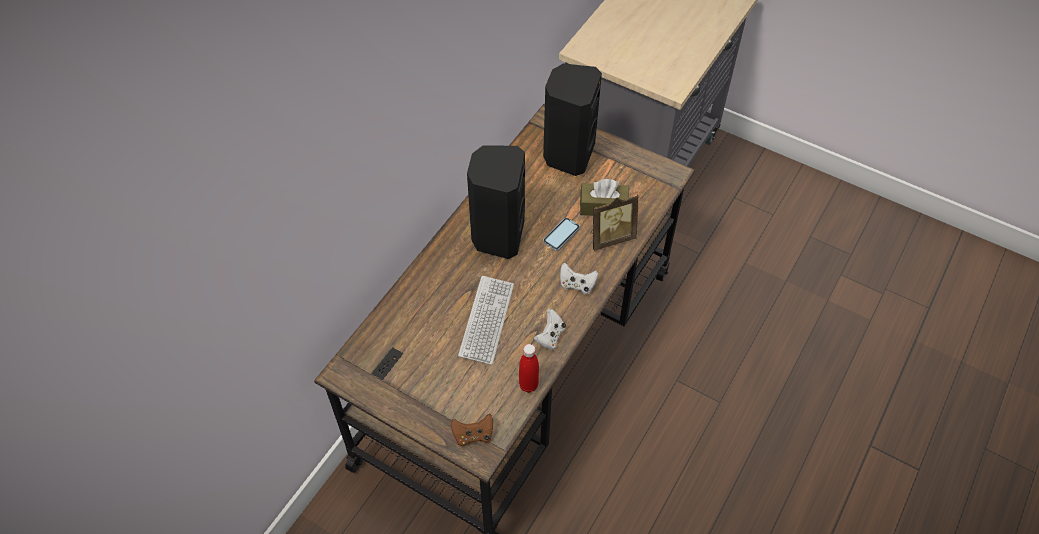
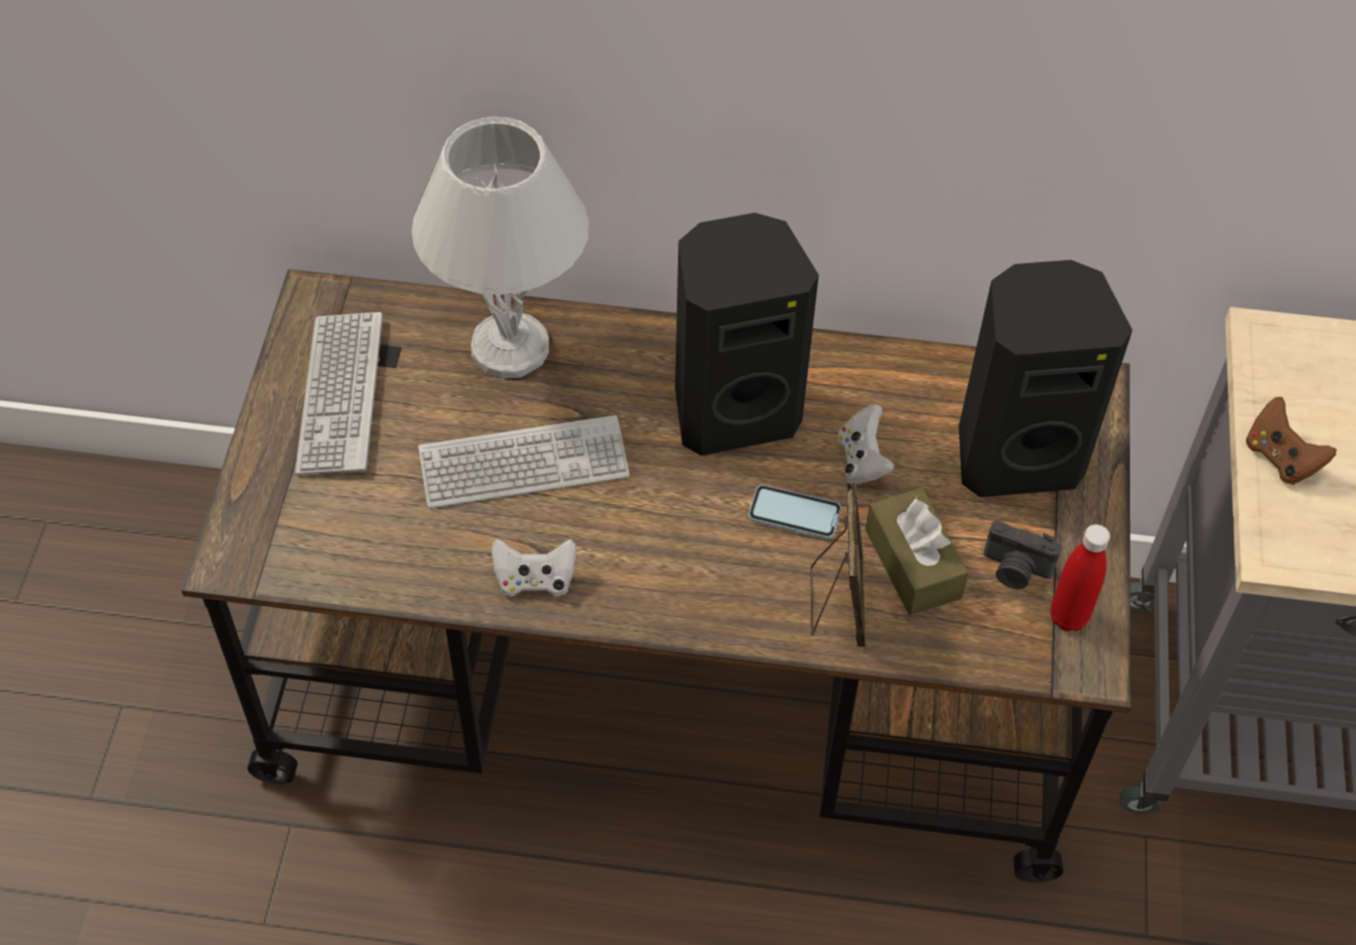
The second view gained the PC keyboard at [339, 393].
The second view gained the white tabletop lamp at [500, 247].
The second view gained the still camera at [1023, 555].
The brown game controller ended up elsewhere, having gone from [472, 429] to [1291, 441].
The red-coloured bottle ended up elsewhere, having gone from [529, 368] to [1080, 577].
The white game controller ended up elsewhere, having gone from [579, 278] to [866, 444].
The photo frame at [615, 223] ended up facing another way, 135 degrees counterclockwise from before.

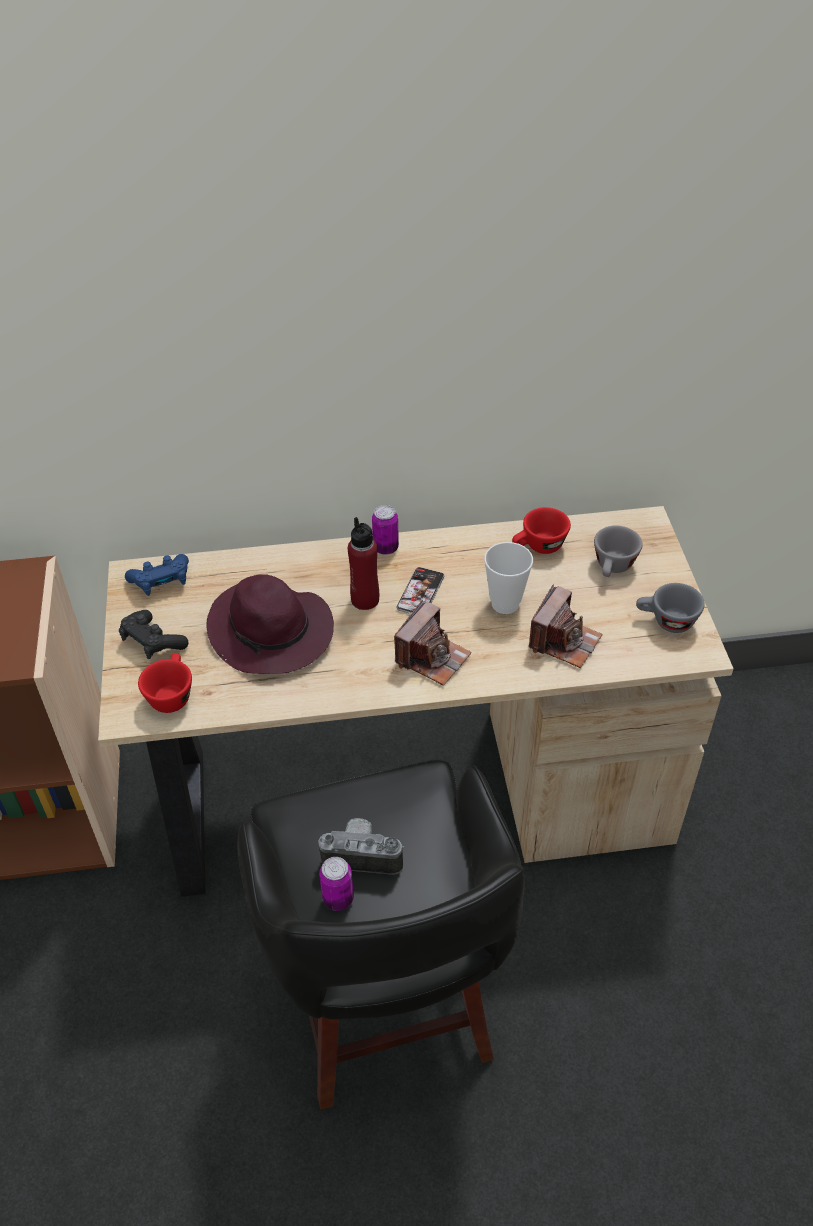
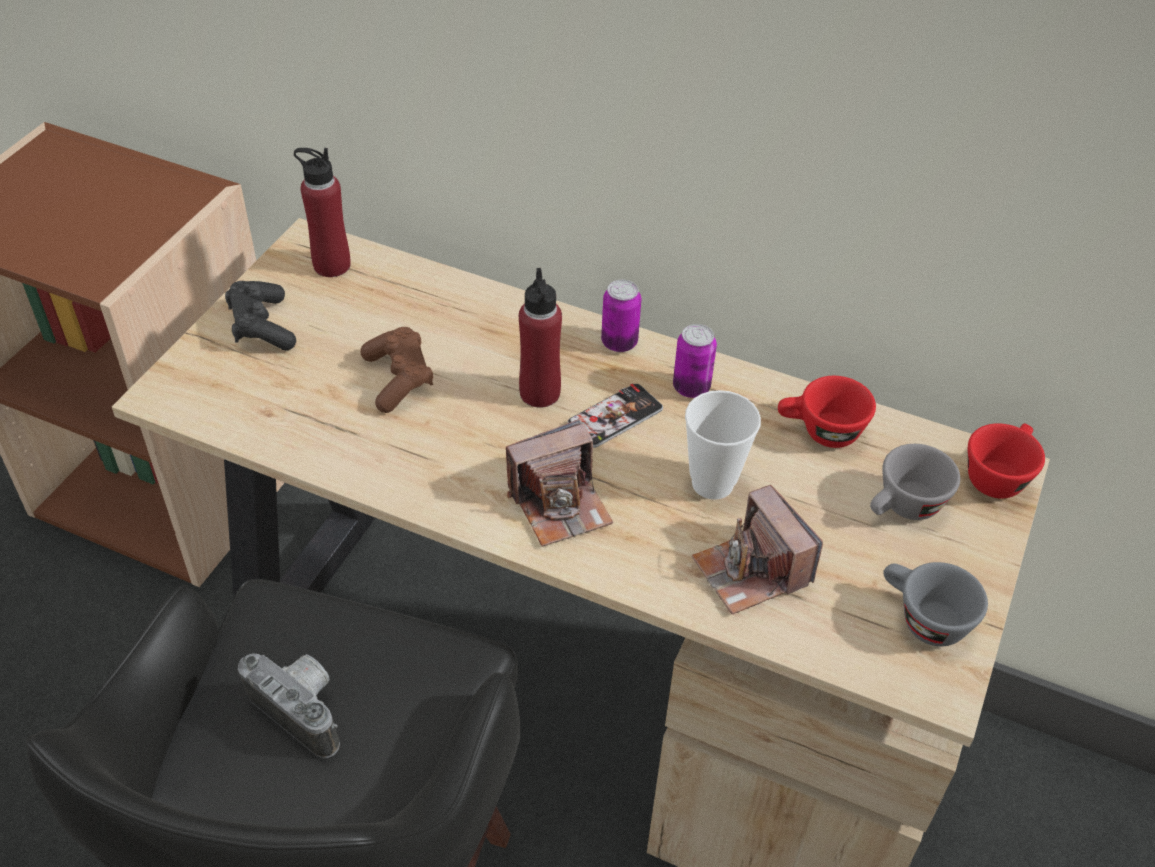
The red-coloured cup ended up elsewhere, having gone from [165, 683] to [1006, 461].
The metal can ended up elsewhere, having gone from [336, 884] to [695, 361].
Where the blue-coloured game controller stood at [157, 575], the red-coloured bottle came to stand at [322, 212].
Where the purple clothing hat stood at [270, 624], the brown game controller came to stand at [396, 370].
The still camera at [566, 626] ended up facing another way, 90 degrees clockwise from before.

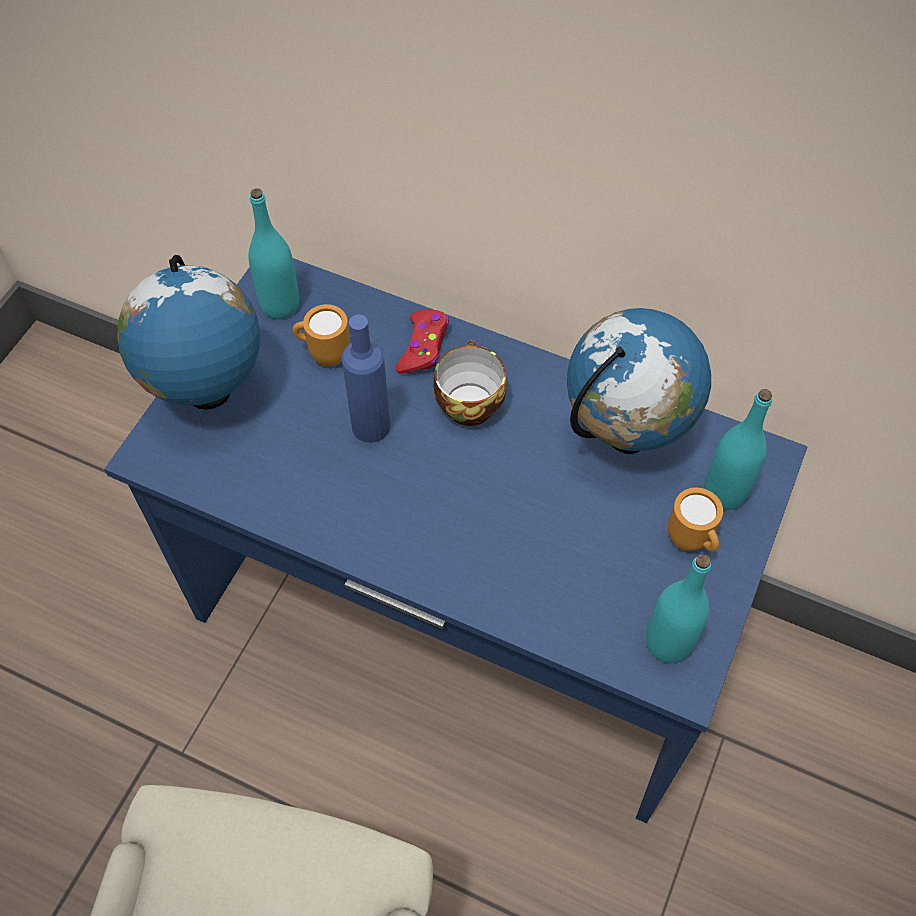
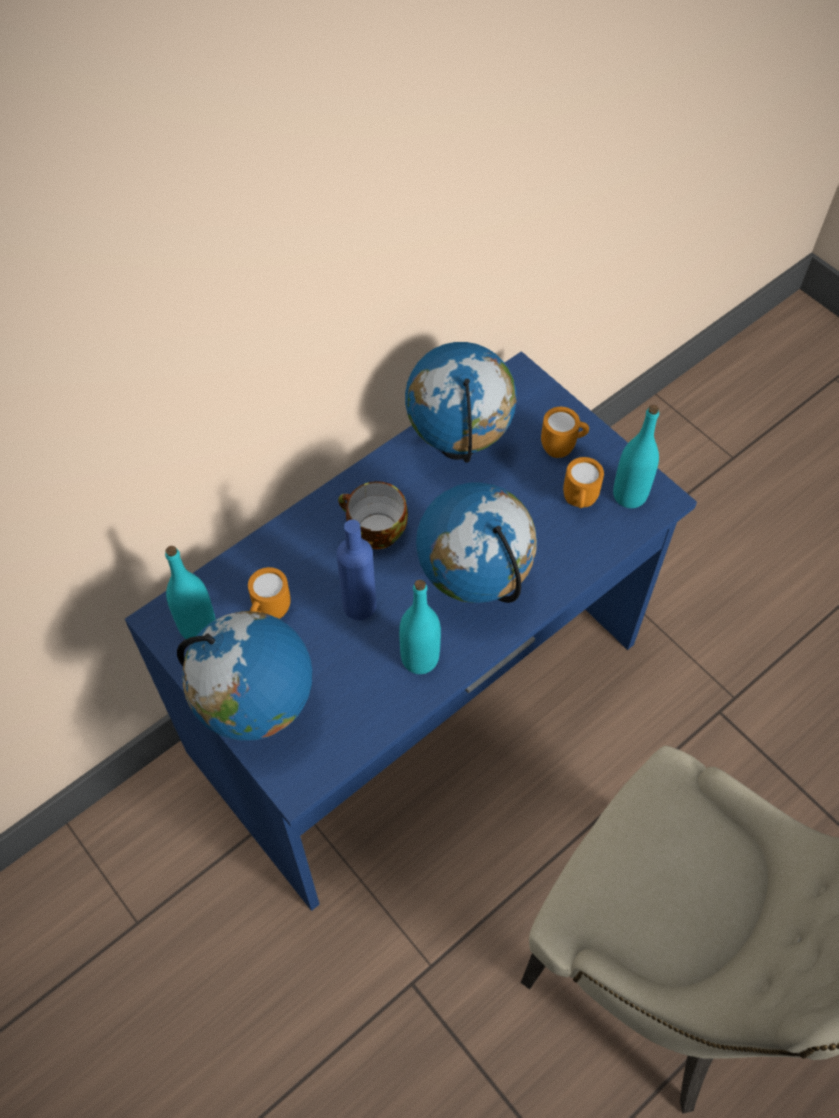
The second view lost the red-coloured game controller at [422, 342].
The second view gained the desk globe at [476, 542].
The second view gained the orangey mug at [583, 482].
The blue-green bottle ended up elsewhere, having gone from [738, 449] to [420, 627].

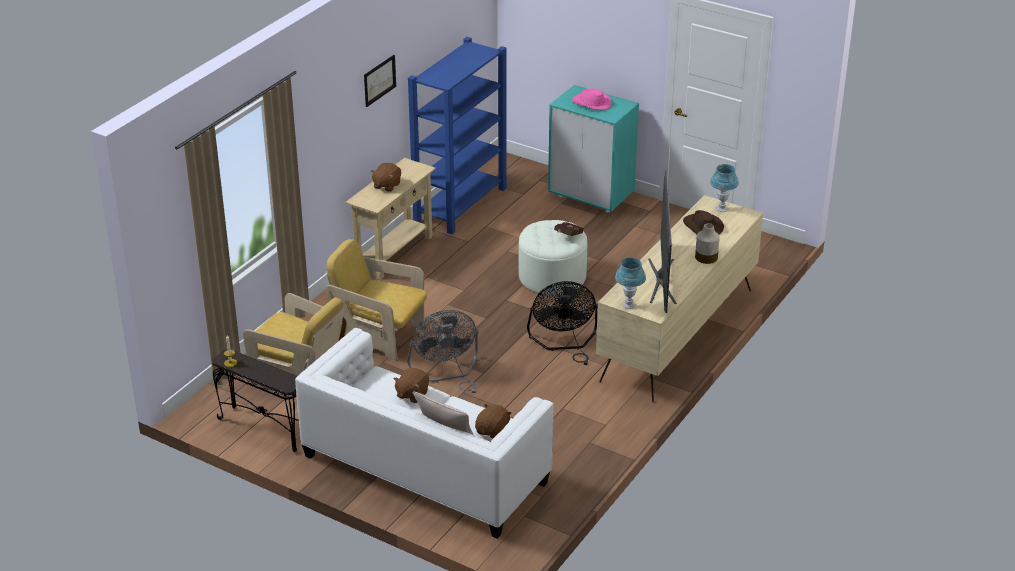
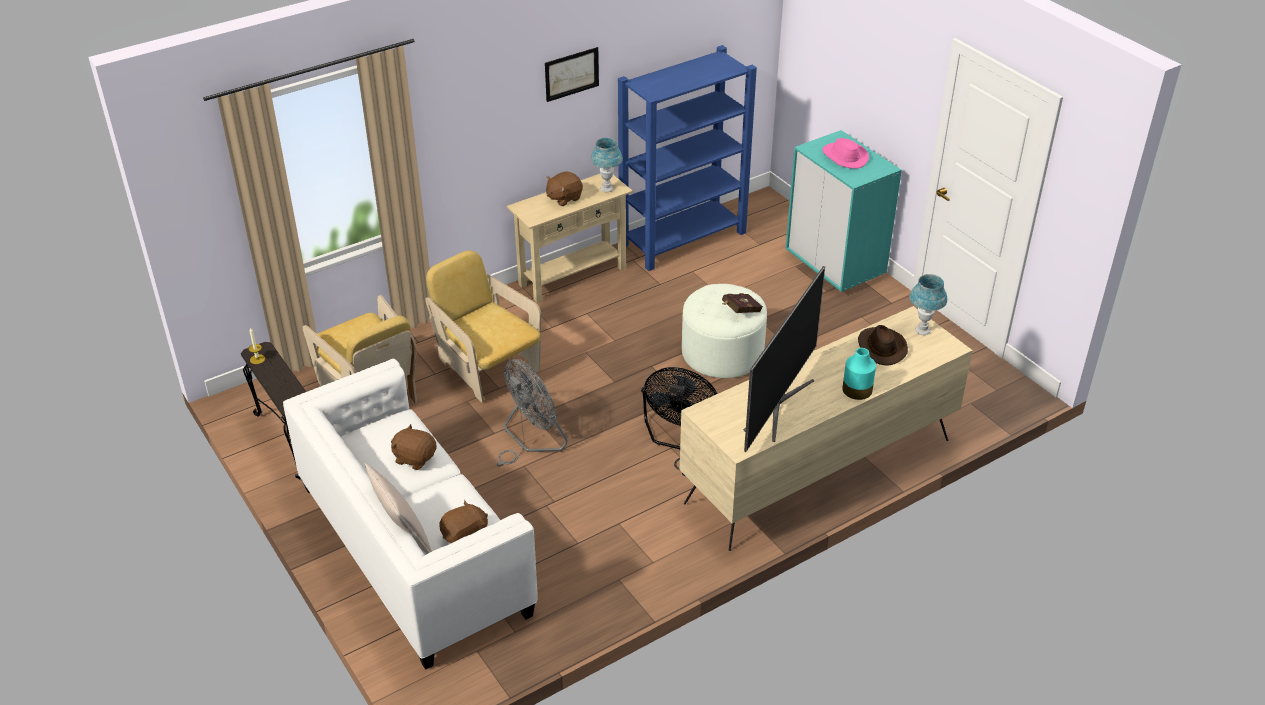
The blue-coloured tabletop lamp ended up elsewhere, having gone from [630, 283] to [607, 165].
What was the beige-coloured flower vase at [707, 243] turned into the blue-green flower vase at [859, 374].
The brown soft toy at [411, 385] ended up facing another way, 60 degrees clockwise from before.
The grey electric fan at [443, 351] ended up facing another way, 45 degrees clockwise from before.

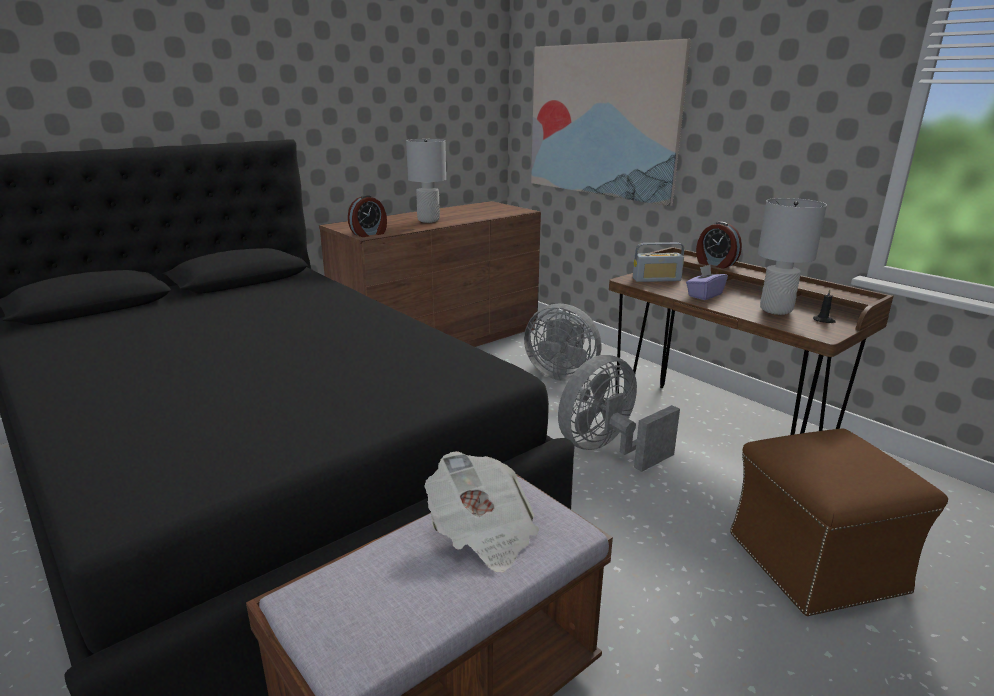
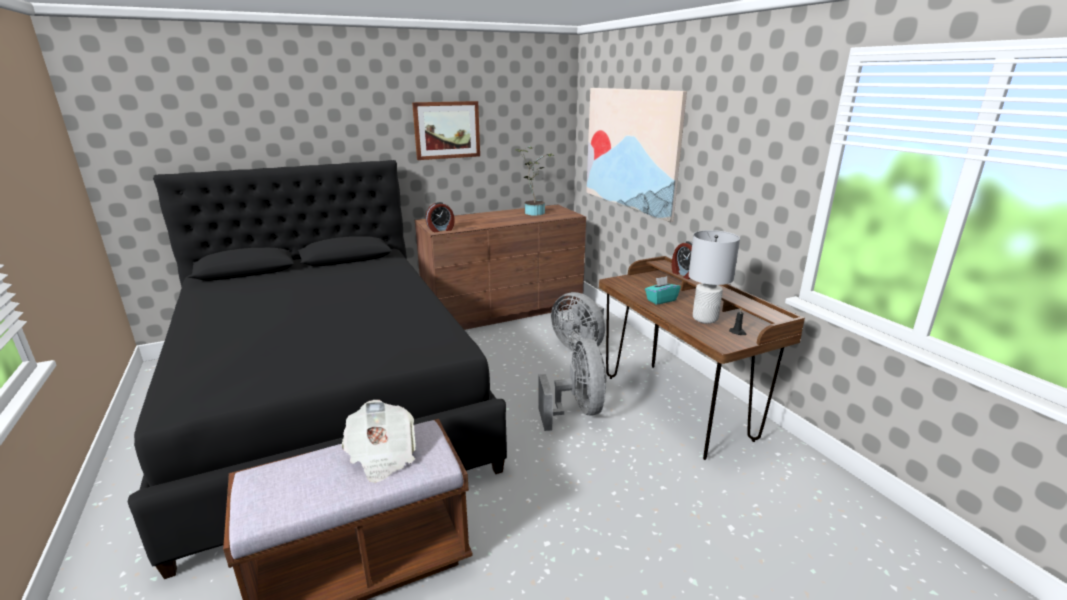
The second view lost the grey tabletop lamp at [426, 181].
The second view lost the radio receiver at [658, 262].
The second view lost the brown footrest at [839, 522].
The second view gained the wall art at [446, 130].
The second view gained the plant in a pot at [534, 180].
What was the purple tissue box at [707, 282] turned into the blue-green tissue box at [663, 290].
The grey electric fan at [619, 413] ended up facing another way, 105 degrees clockwise from before.

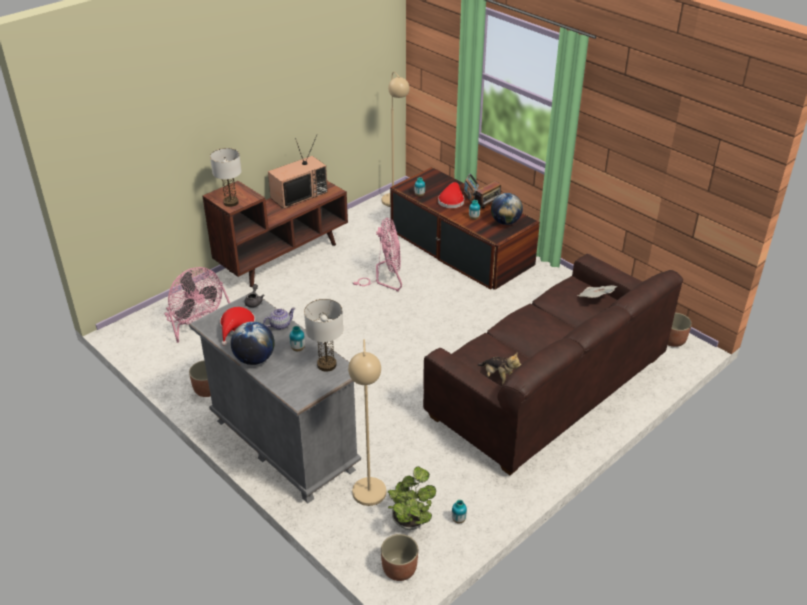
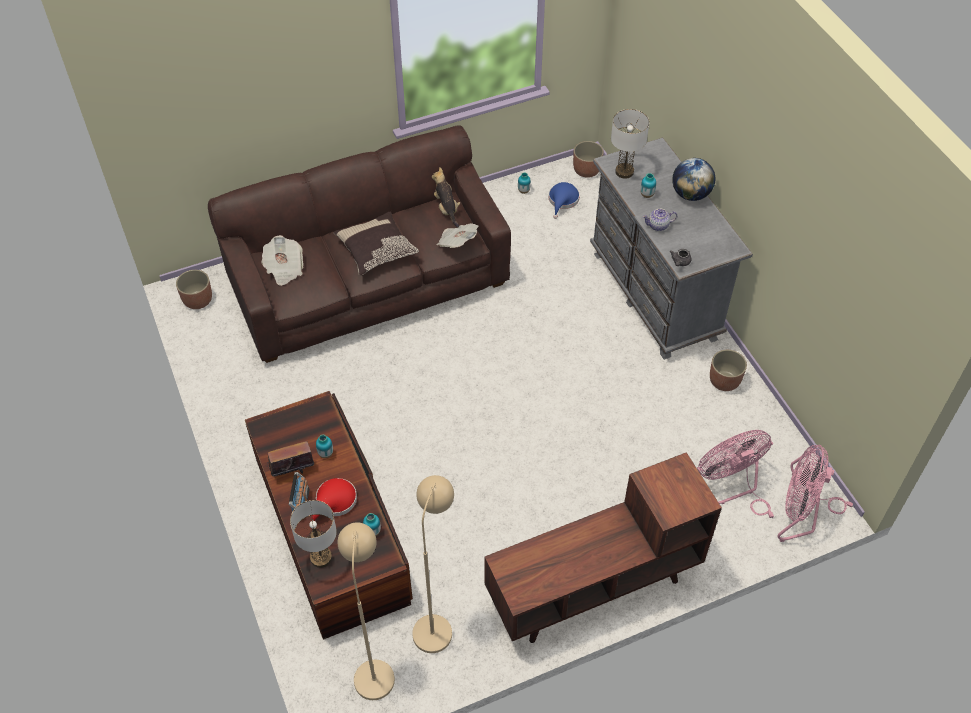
The second view lost the red-coloured clothing hat at [238, 326].
The second view lost the television at [298, 172].
The second view lost the desk globe at [507, 209].
The second view gained the pillow at [376, 244].
The second view gained the printed paper at [457, 235].
The tabletop lamp ended up elsewhere, having gone from [225, 177] to [313, 534].
The beige-coloured standing lamp ended up elsewhere, having gone from [367, 422] to [433, 564].
The pinkish electric fan ended up elsewhere, having gone from [377, 255] to [815, 493].
Where the plant in a pot stood at [412, 498], the blue-coloured clothing hat came to stand at [564, 200].

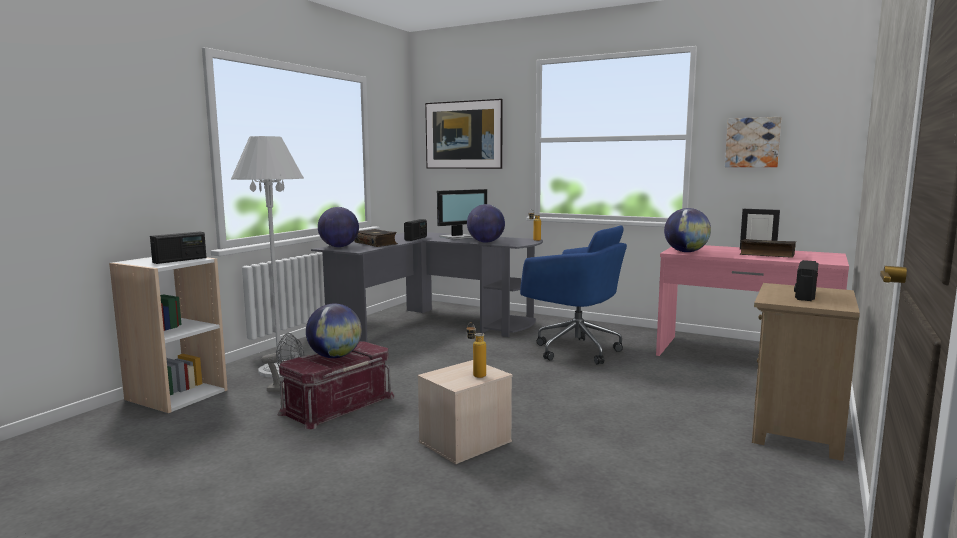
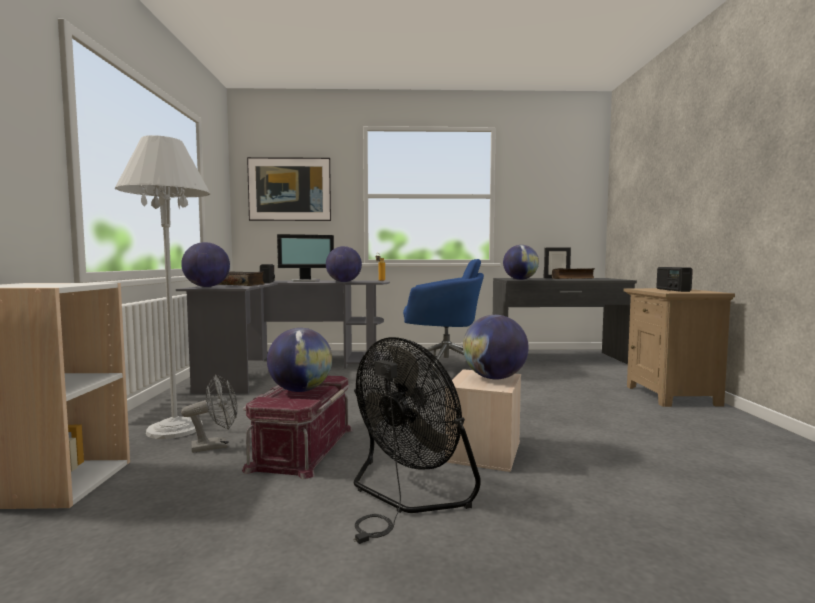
The second view lost the radio receiver at [178, 248].
The second view lost the wall art at [753, 142].
The second view gained the blackish electric fan at [417, 440].
Where the bottle stood at [476, 350], the desk globe came to stand at [496, 347].
What was the pinkish desk at [752, 300] turned into the grey desk at [565, 321].
The monitor at [462, 214] ended up facing another way, 45 degrees clockwise from before.

